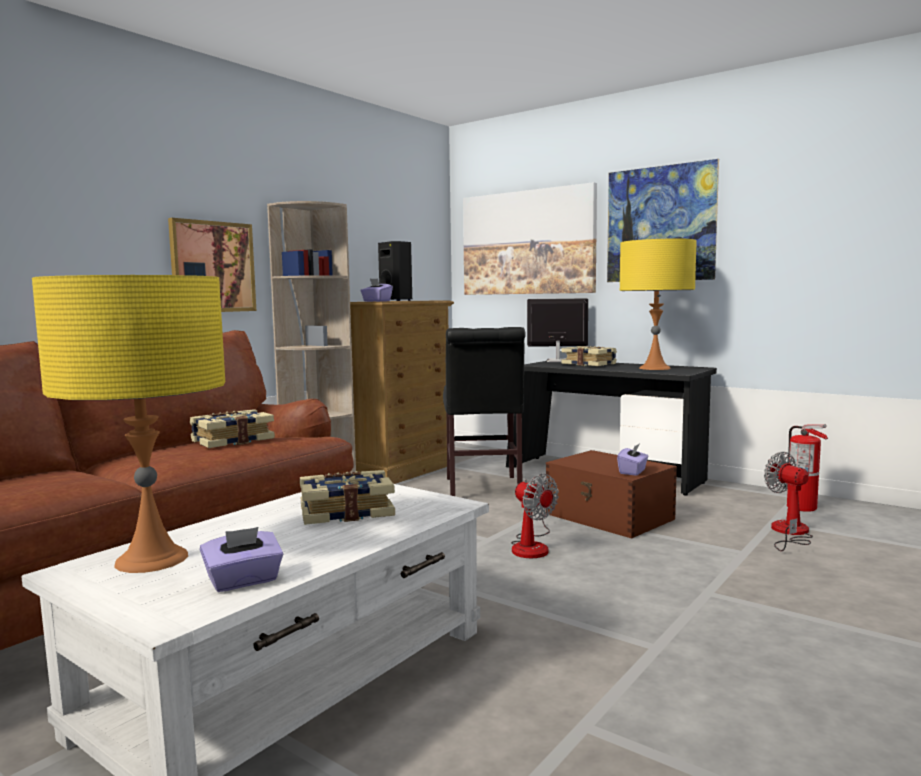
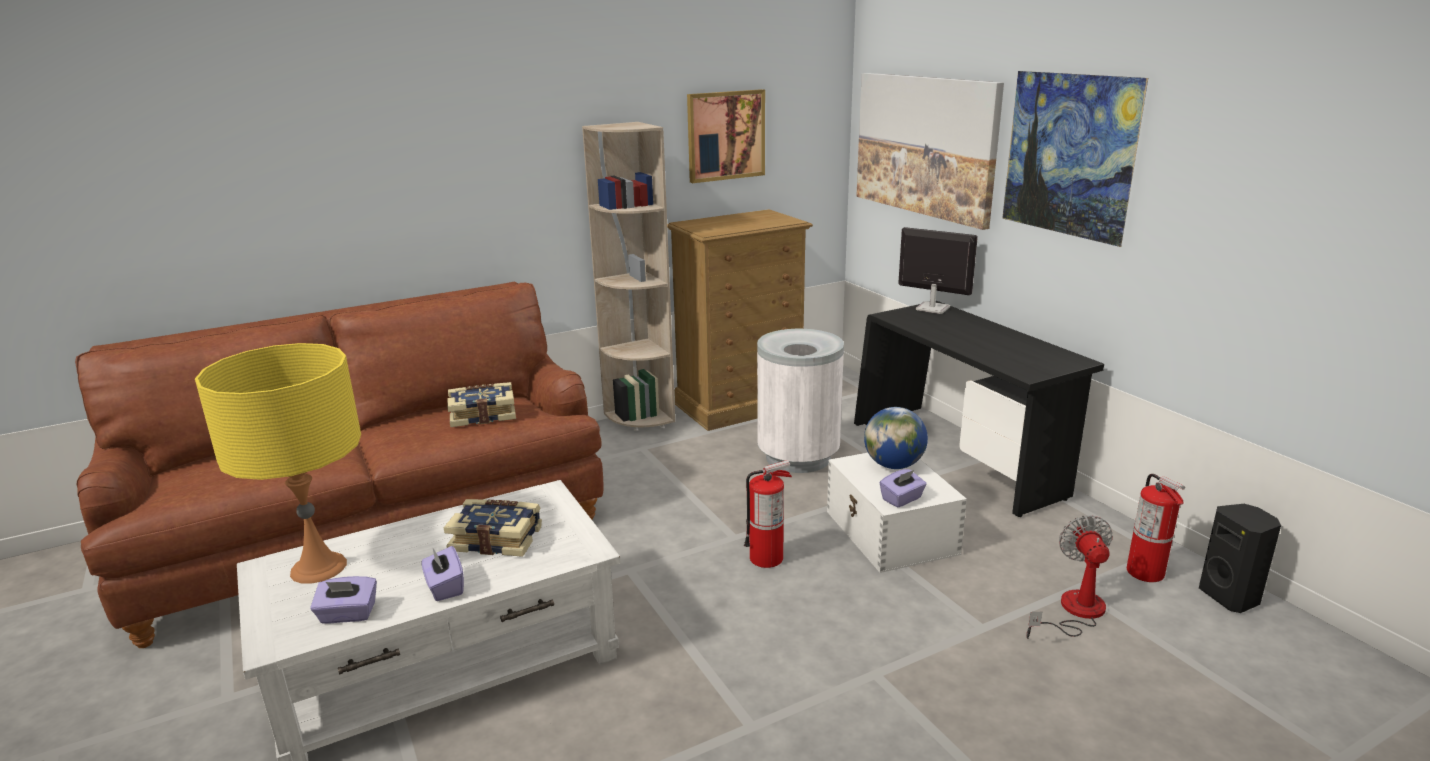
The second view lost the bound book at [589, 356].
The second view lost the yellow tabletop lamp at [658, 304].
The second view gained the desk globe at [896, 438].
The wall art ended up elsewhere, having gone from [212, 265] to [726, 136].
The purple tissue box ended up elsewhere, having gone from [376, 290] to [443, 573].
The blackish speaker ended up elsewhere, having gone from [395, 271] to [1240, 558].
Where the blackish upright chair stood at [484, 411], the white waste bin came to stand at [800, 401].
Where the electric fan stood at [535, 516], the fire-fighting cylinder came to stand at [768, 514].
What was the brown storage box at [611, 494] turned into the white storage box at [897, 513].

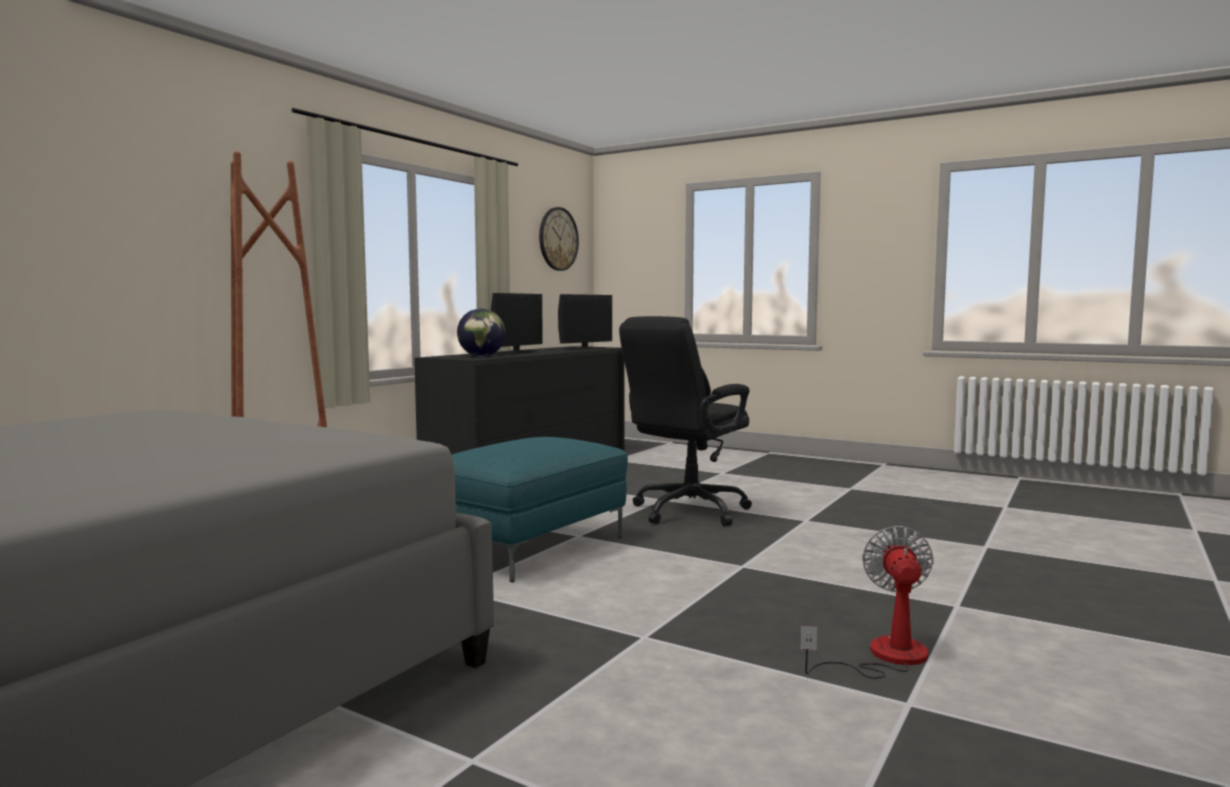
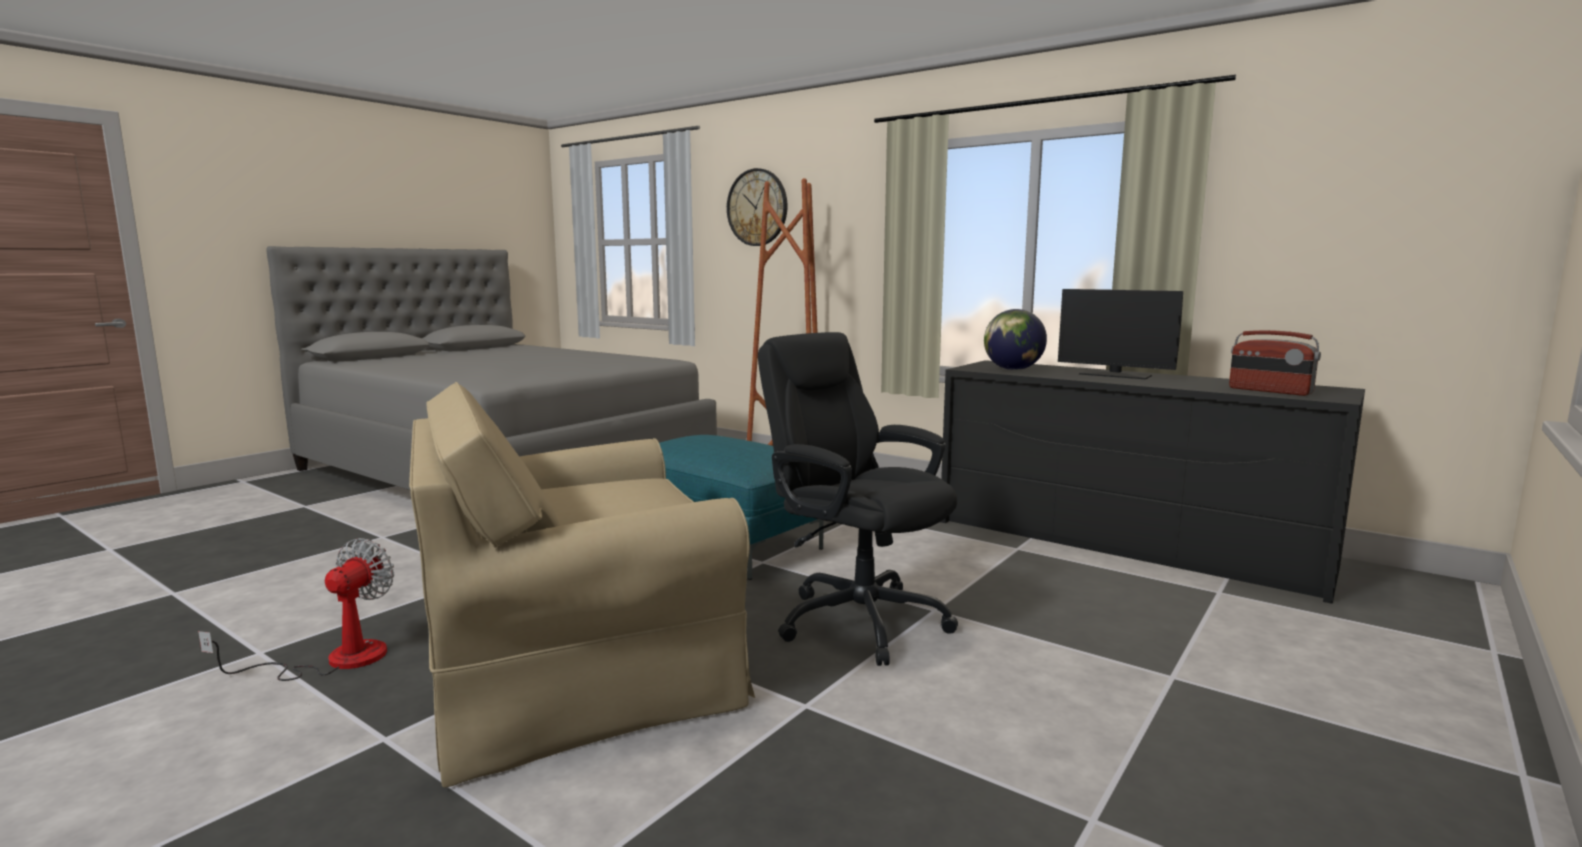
The second view gained the beige-coloured armchair at [582, 584].
The hanging clock ended up elsewhere, having gone from [559, 239] to [757, 207].
Where the monitor stood at [585, 322], the radio receiver came to stand at [1275, 363].
The electric fan at [867, 602] ended up facing another way, 90 degrees counterclockwise from before.

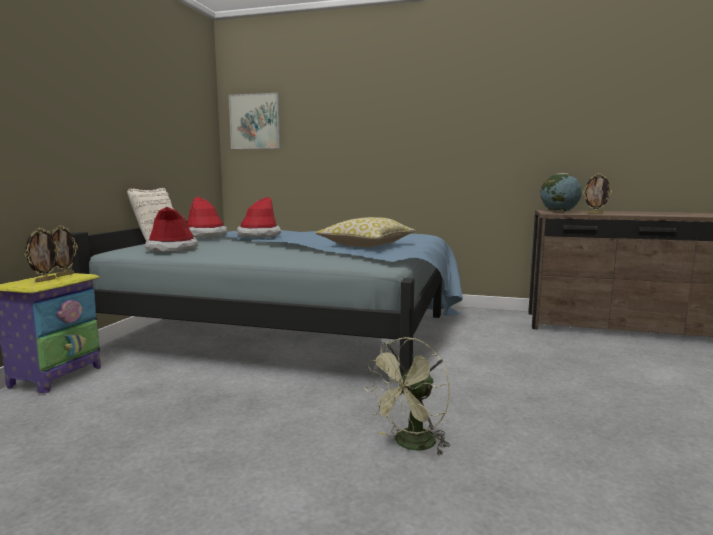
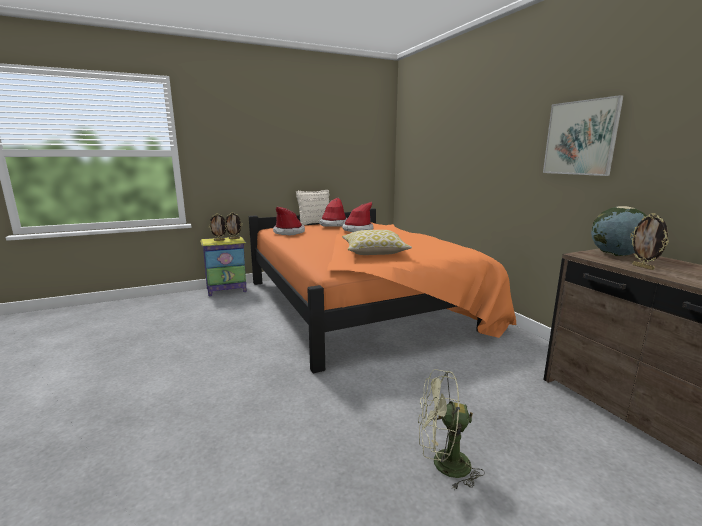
The wall art ended up elsewhere, having gone from [254, 121] to [583, 135].
The greenish electric fan ended up elsewhere, having gone from [407, 396] to [451, 429].
What was the blue-coloured bed at [267, 307] turned into the orangey bed at [382, 290].

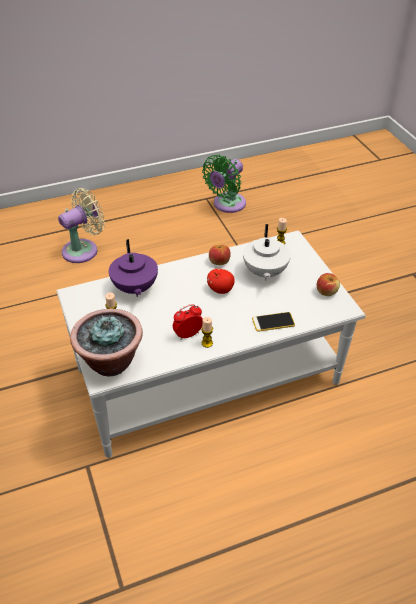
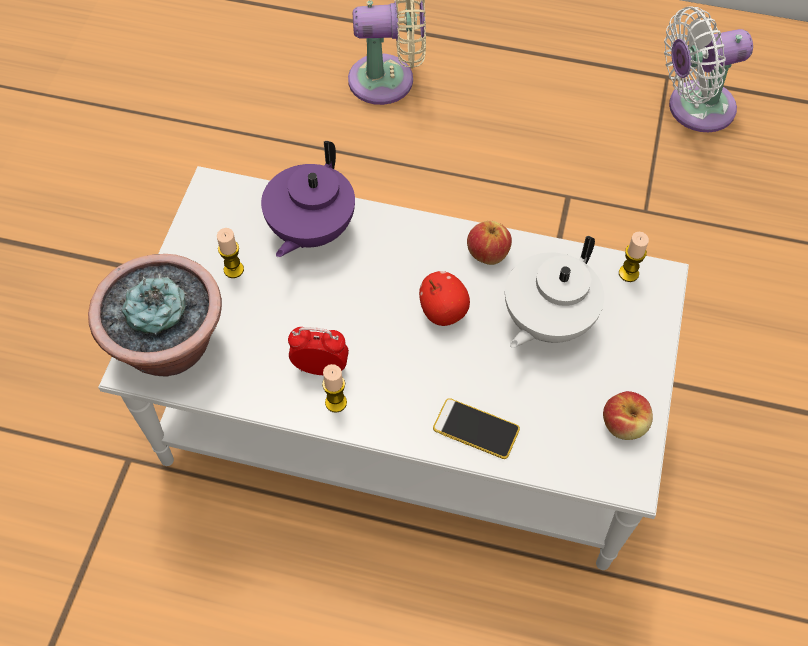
What was the greenish electric fan at [224, 184] turned into the white electric fan at [708, 69].

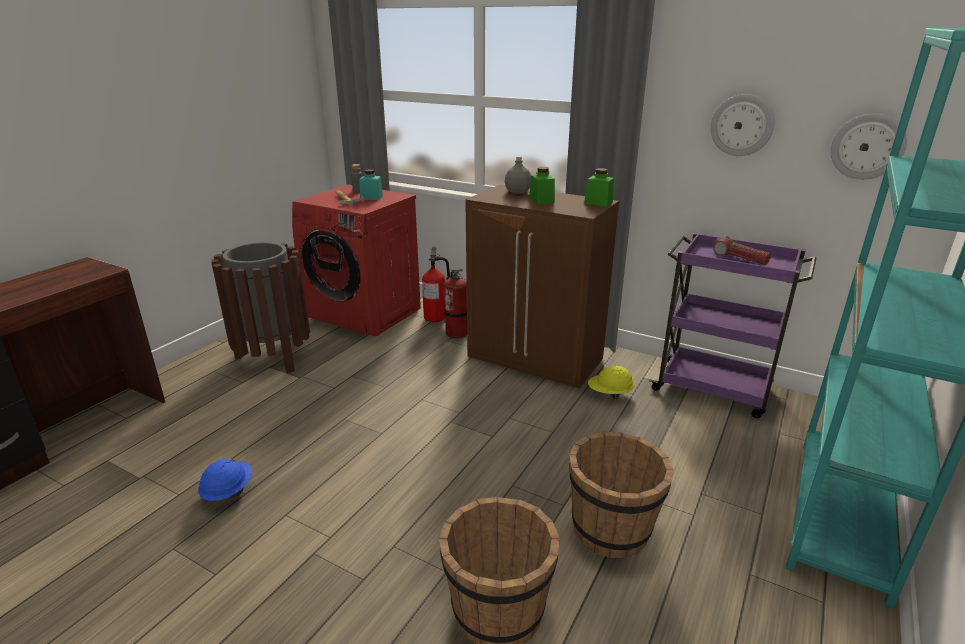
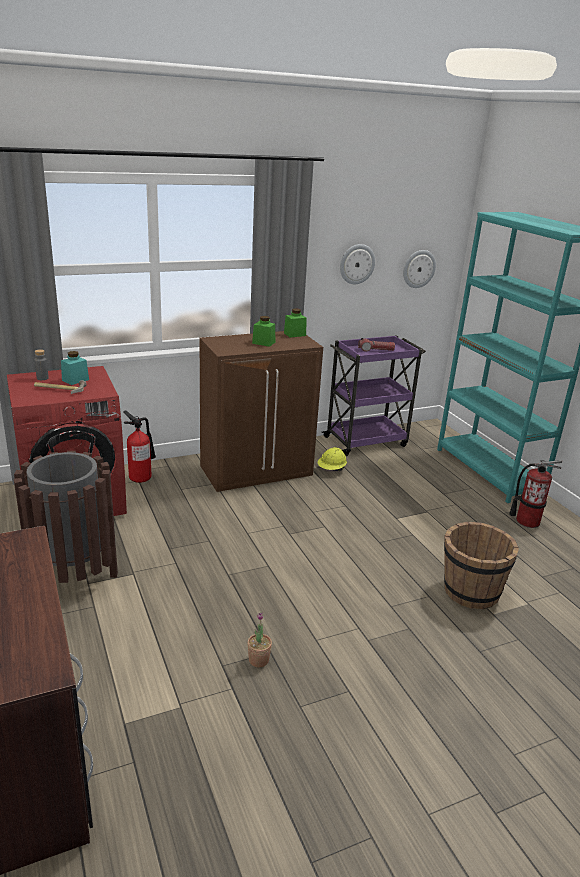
The second view lost the grey bottle at [518, 175].
The second view lost the brown bucket at [621, 495].
The fire-fighting cylinder ended up elsewhere, having gone from [455, 303] to [535, 494].
Where the blue-coloured safety helmet stood at [225, 480], the plant in a pot came to stand at [259, 640].

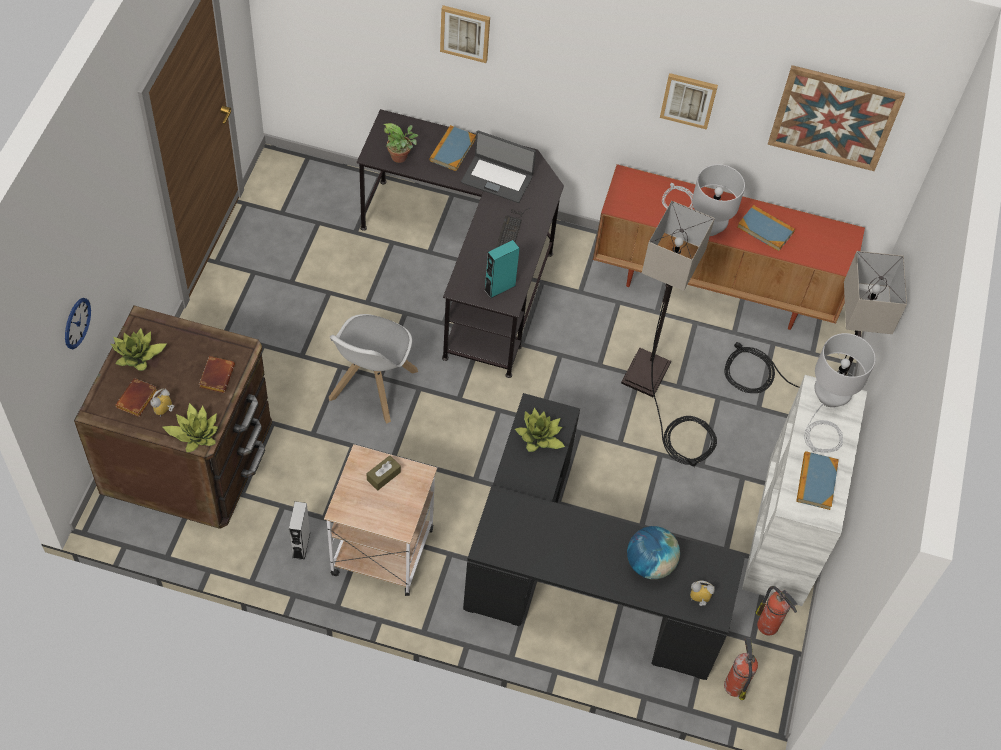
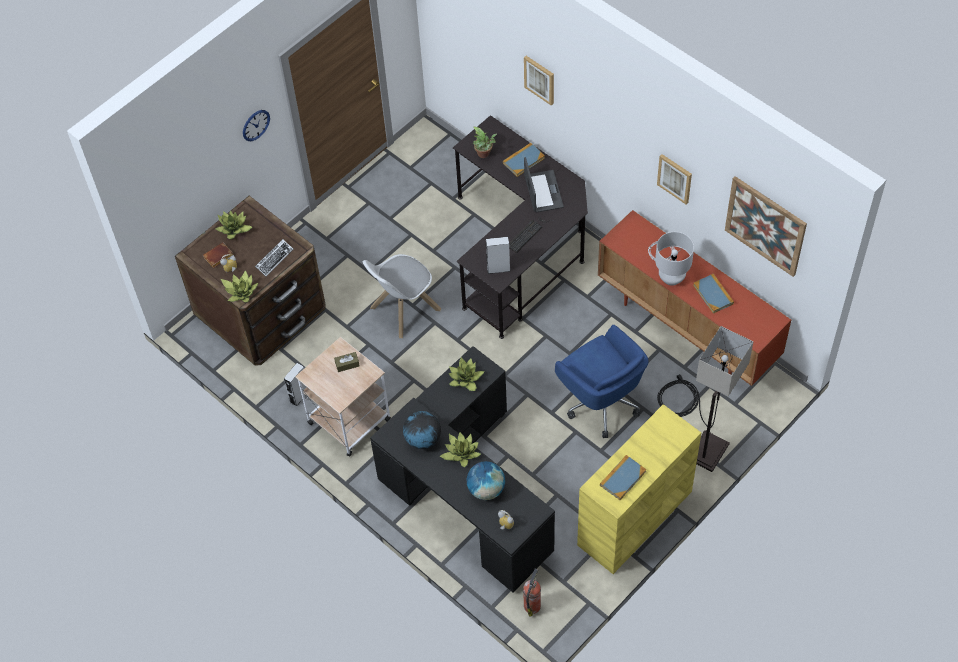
The second view lost the fire-fighting cylinder at [776, 610].
The second view lost the grey tabletop lamp at [840, 393].
The second view gained the desk globe at [422, 430].
The second view gained the plant in a pot at [460, 449].
The hanging clock ended up elsewhere, having gone from [78, 323] to [256, 125].
Where the brown bound book stood at [217, 374], the PC keyboard came to stand at [274, 257].
Where the standing lamp stood at [669, 334], the blue-coloured desk chair came to stand at [601, 381].
What was the blue-green speaker at [502, 269] turned into the grey speaker at [498, 255].
What was the white bookshelf at [804, 490] turned into the yellow bookshelf at [639, 489].
The portable computer at [498, 166] ended up facing another way, 150 degrees counterclockwise from before.

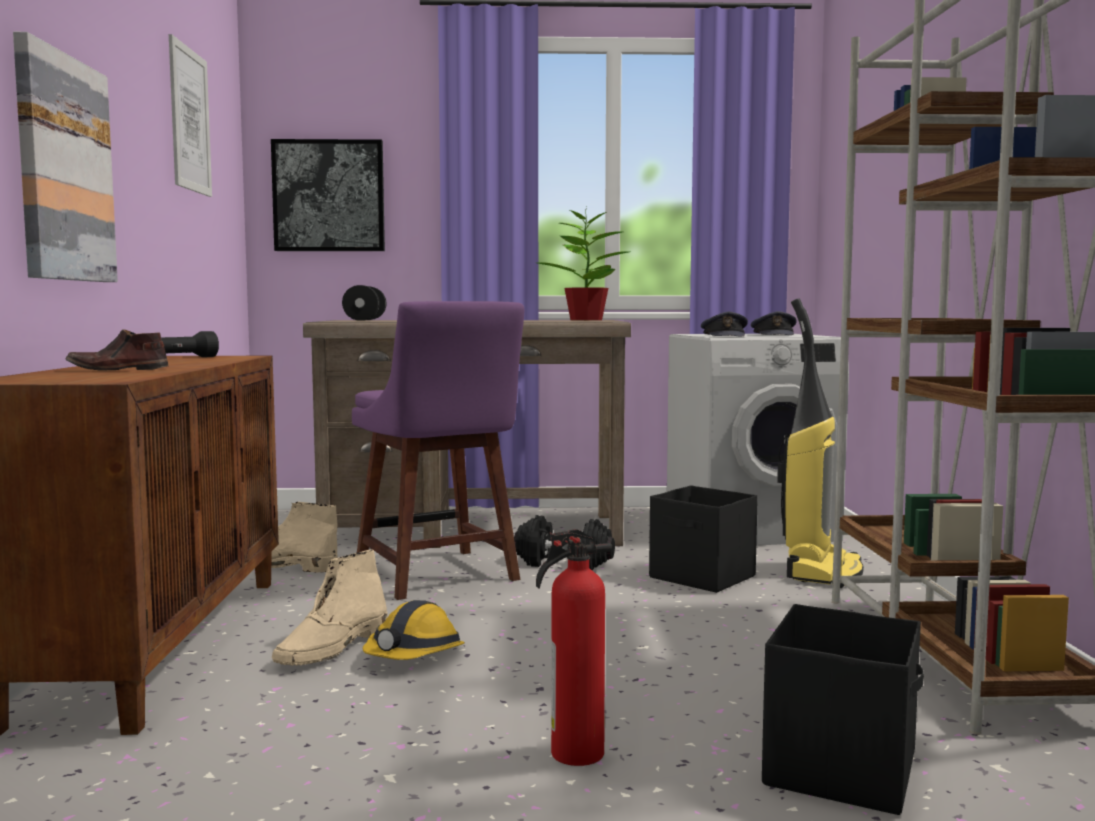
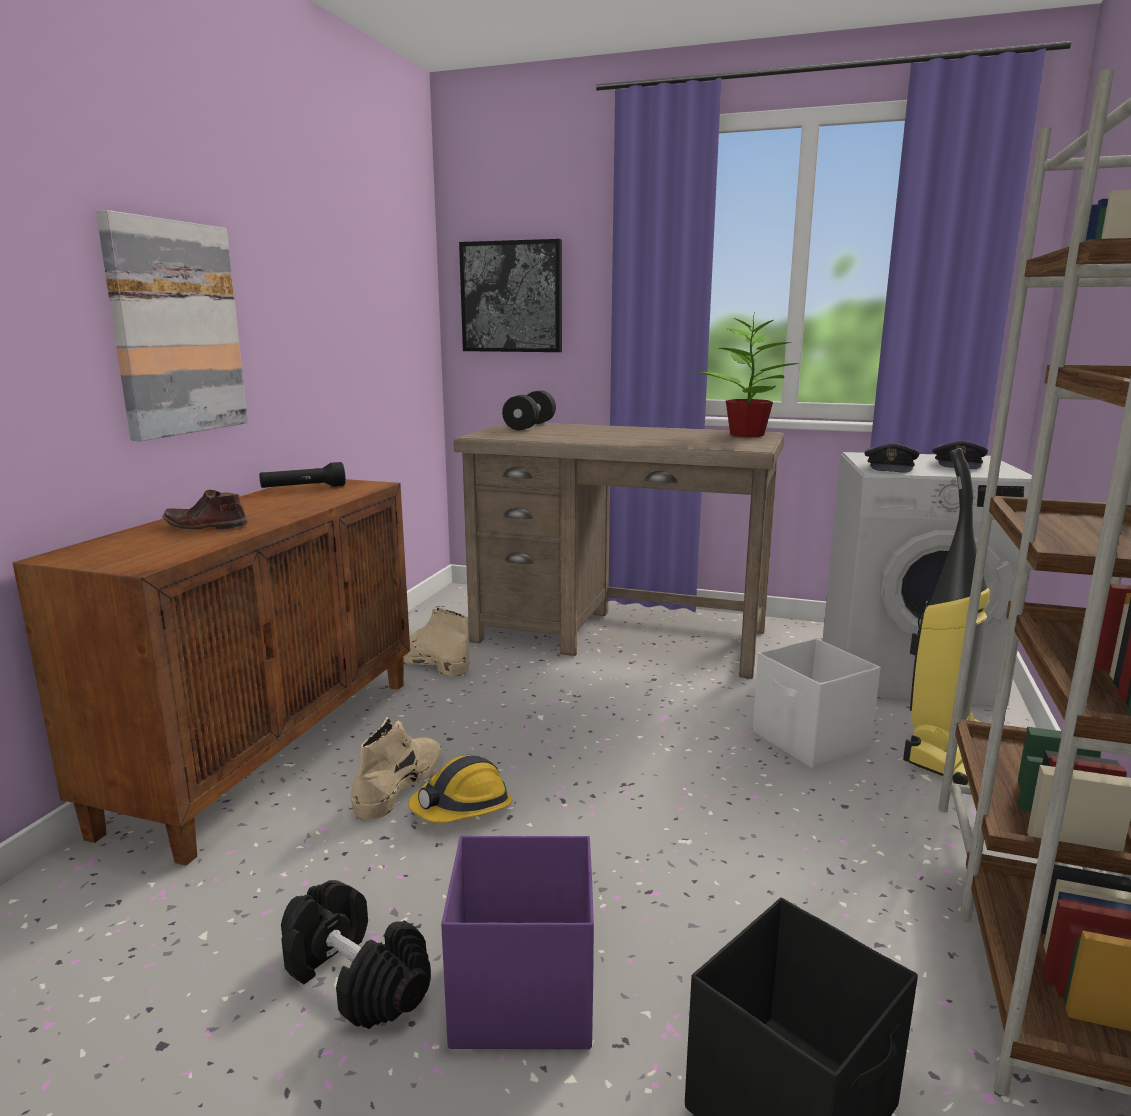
The second view lost the wall art at [190, 115].
The second view lost the purple stool at [438, 450].
The blackish hand weight ended up elsewhere, having gone from [564, 542] to [356, 954].
Where the fire-fighting cylinder stood at [574, 647], the purple storage box came to stand at [517, 942].
What was the blackish storage box at [703, 539] turned into the white storage box at [817, 703].
The beige-coloured boot at [330, 607] ended up facing another way, 150 degrees clockwise from before.

